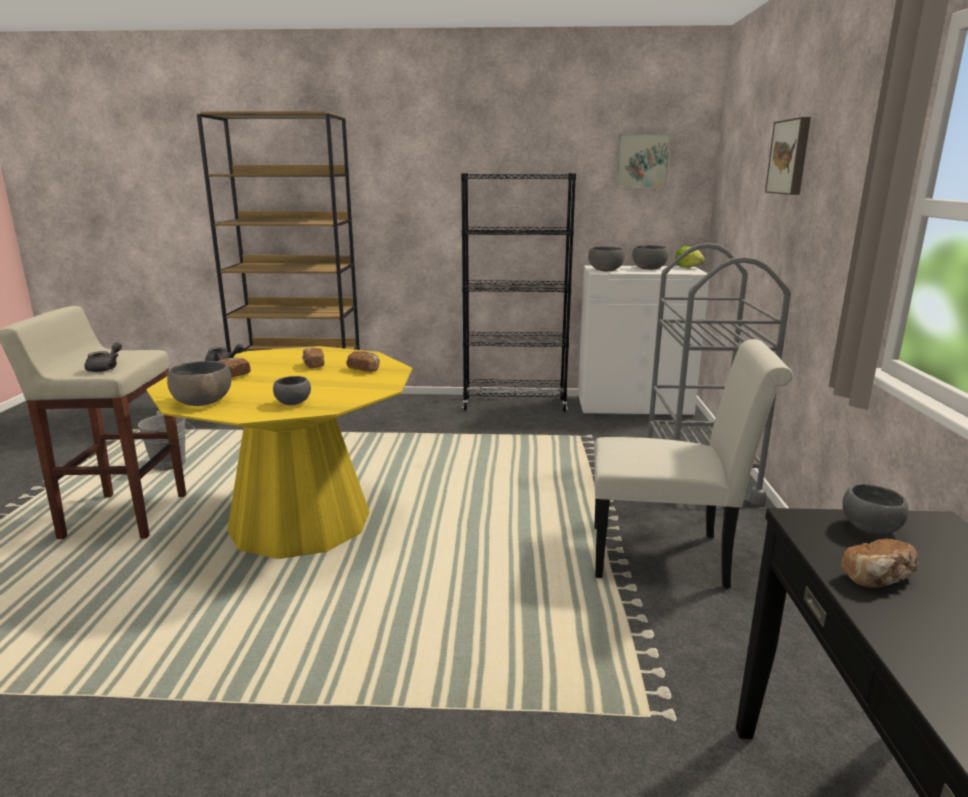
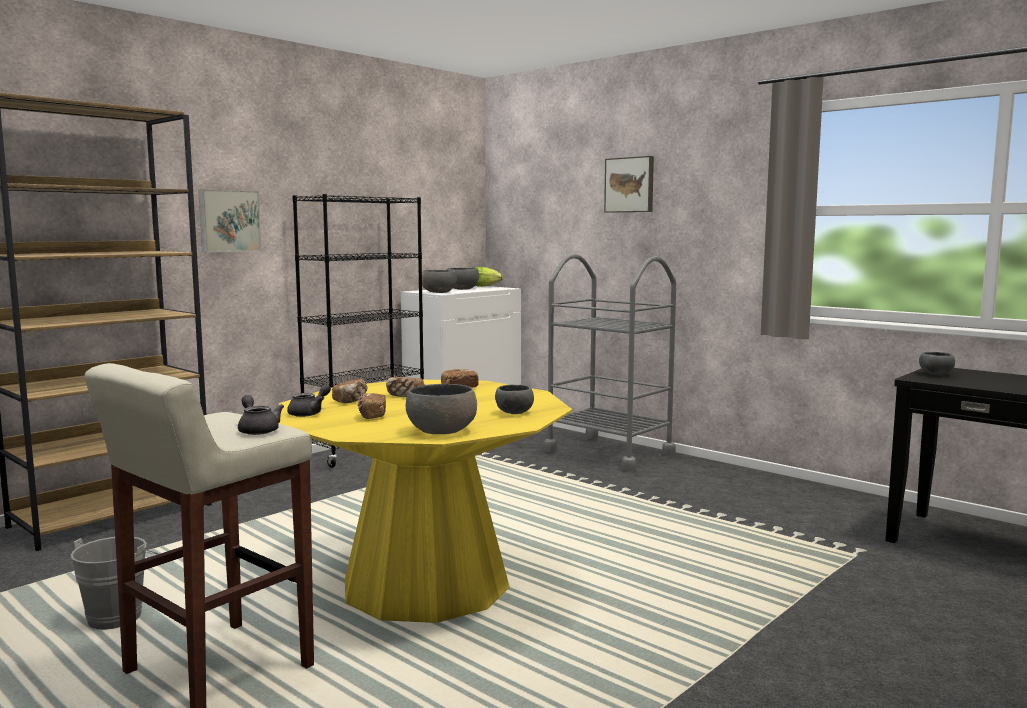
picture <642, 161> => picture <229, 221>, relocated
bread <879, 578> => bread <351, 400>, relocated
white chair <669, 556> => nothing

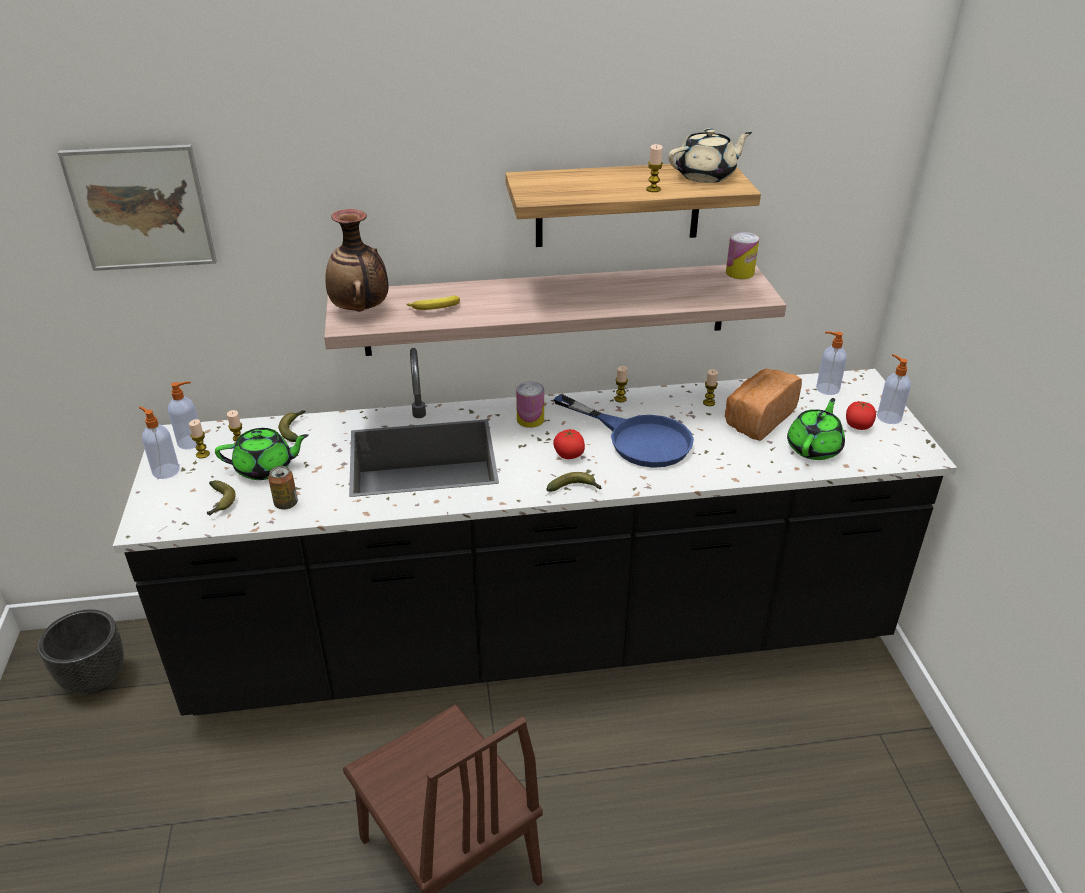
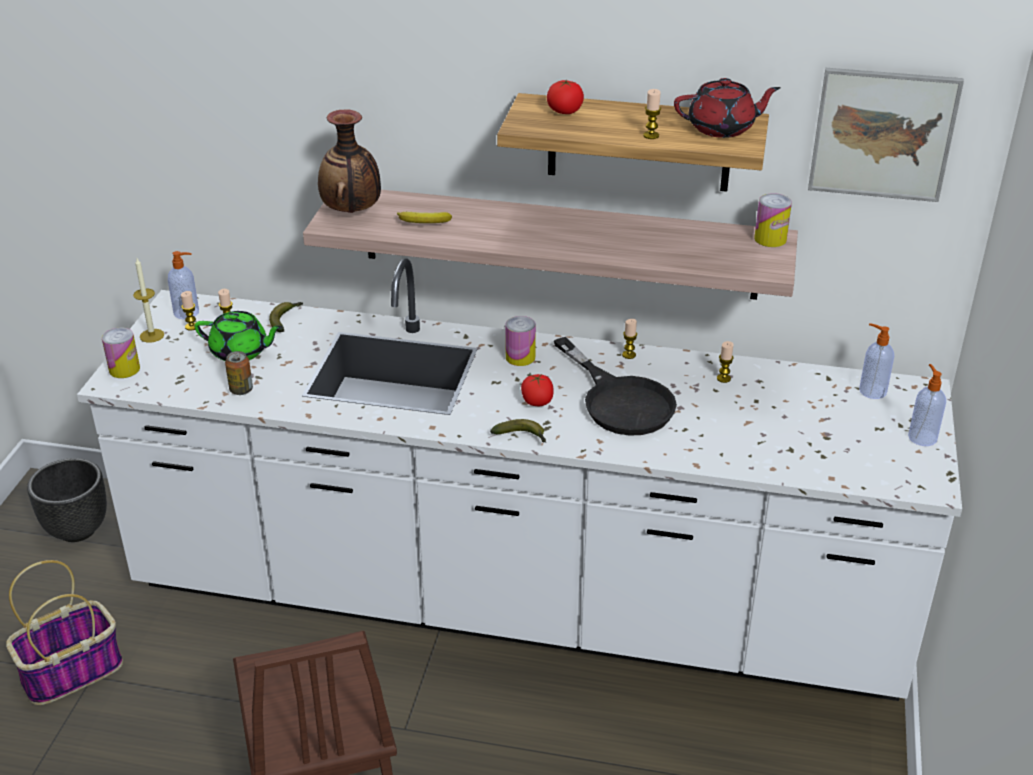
nothing => basket <73, 671>
black counter <542, 640> => white counter <516, 604>
nothing => can <124, 369>
soap dispenser <165, 471> => candle <152, 335>
tomato <858, 426> => tomato <564, 111>, relocated
blue frying pan <637, 438> => black frying pan <620, 400>
beige teapot <706, 176> => red teapot <722, 128>
picture <141, 208> => picture <883, 134>, relocated
banana <220, 503> => nothing
bread <757, 419> => nothing
green teapot <814, 448> => nothing

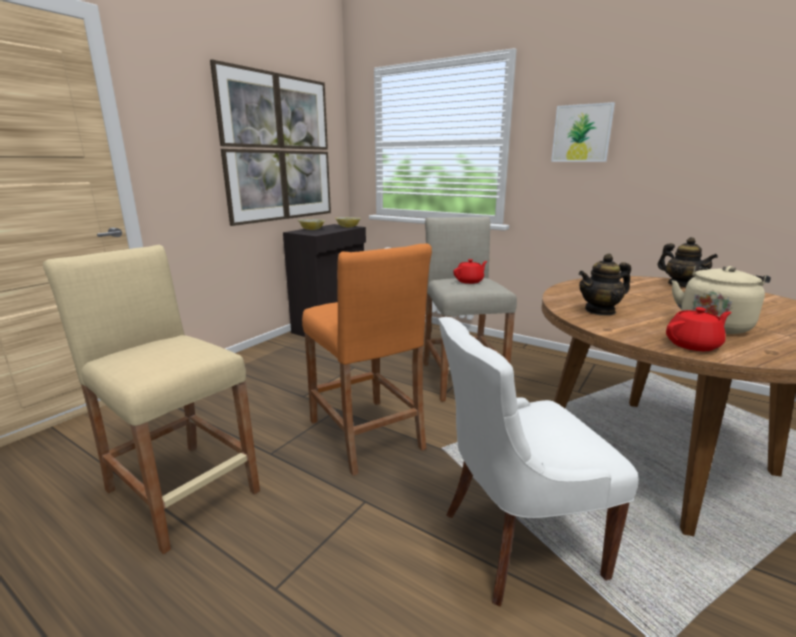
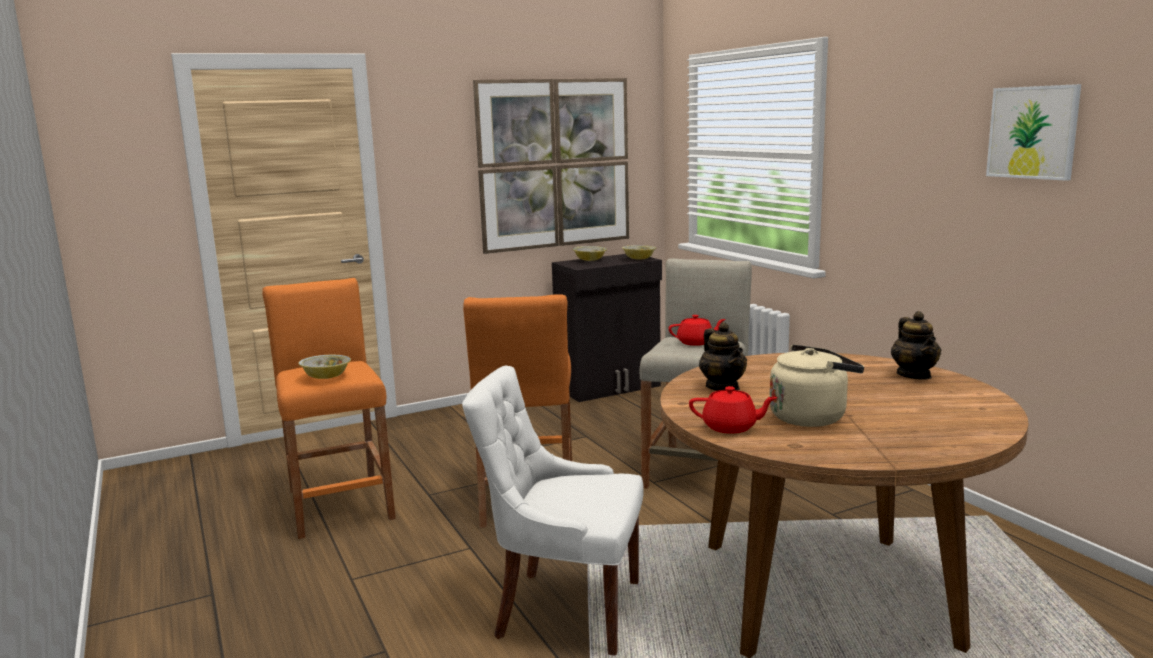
beige stool <182, 491> => orange stool <340, 504>
nothing => bowl <326, 377>
teapot <600, 311> => teapot <723, 387>, 120 degrees counterclockwise
picture <581, 133> => picture <1032, 132>, relocated

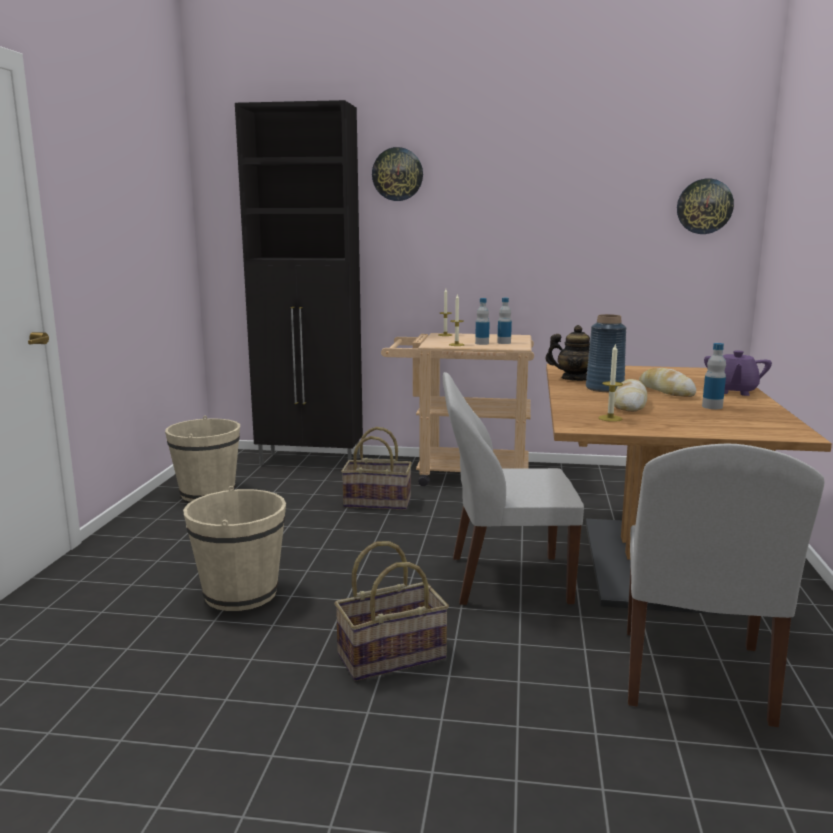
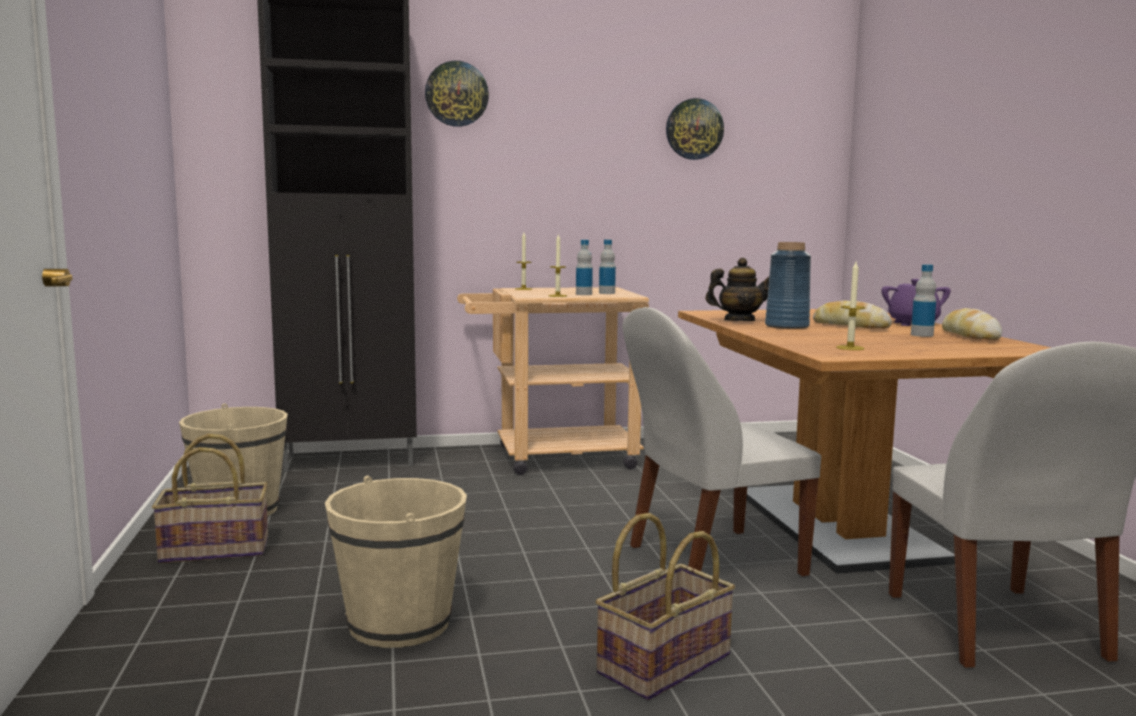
basket <378, 502> => basket <216, 549>, relocated
wall clock <704, 206> => wall clock <694, 129>, relocated
bread <630, 404> => bread <970, 336>, relocated

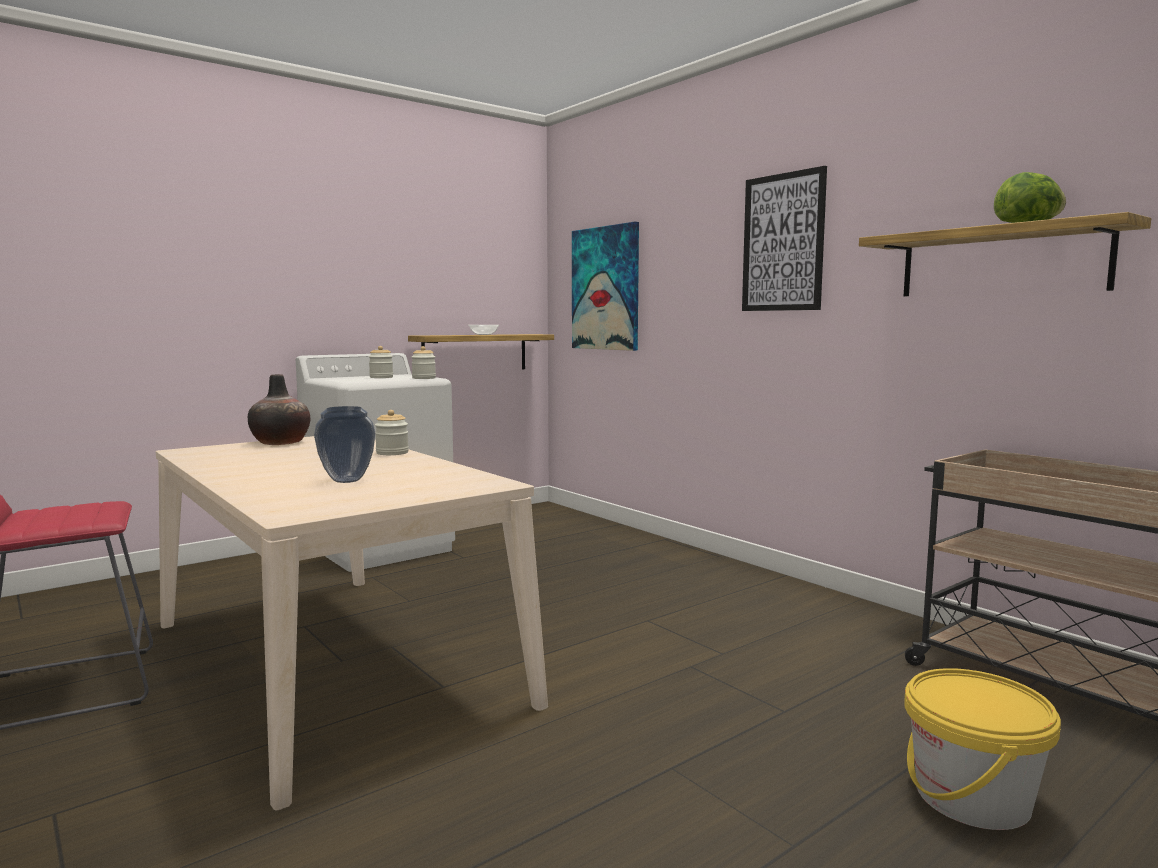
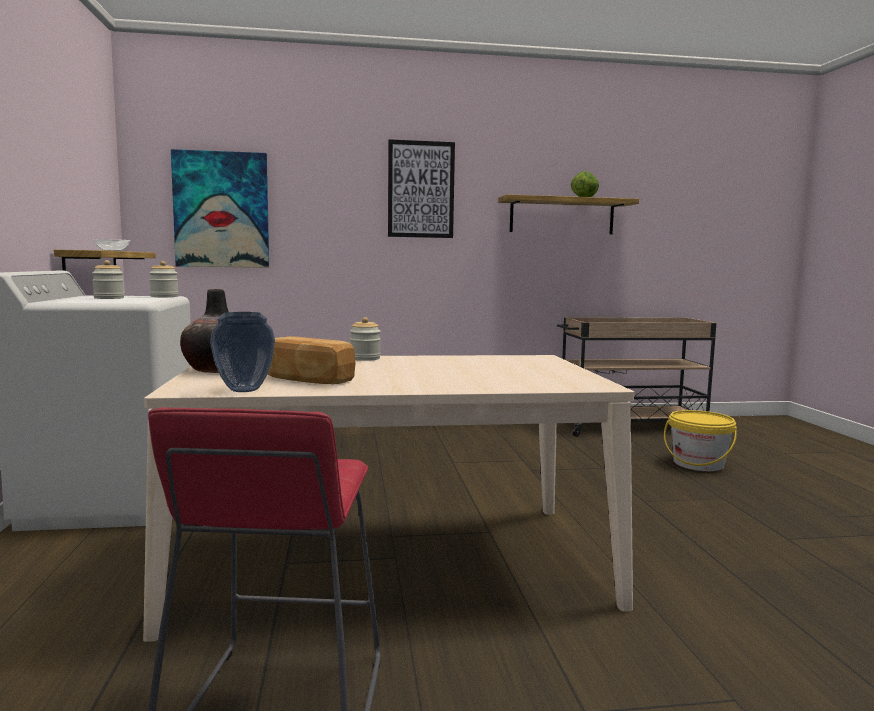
vase <346, 480> => vase <244, 390>, relocated
nothing => bread <307, 380>

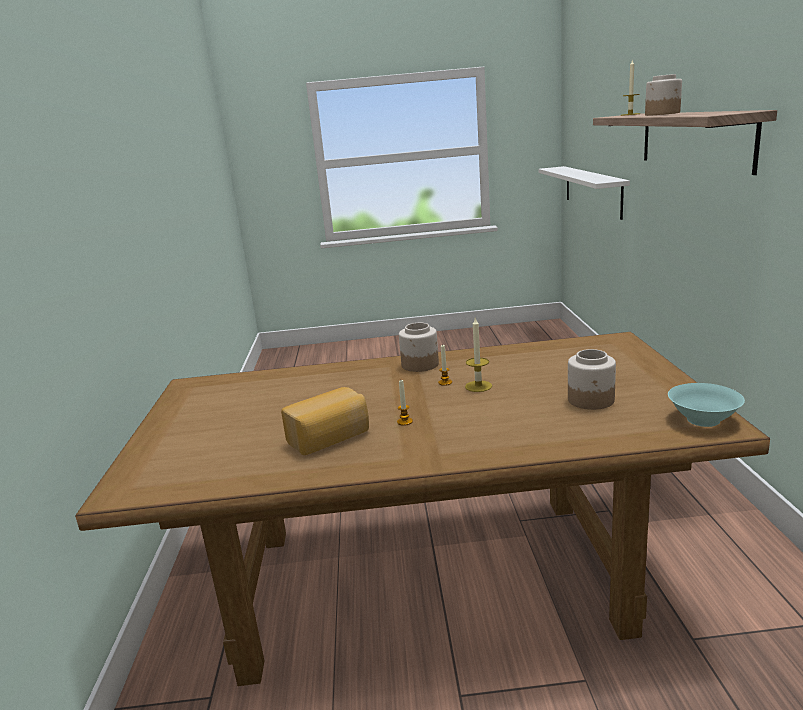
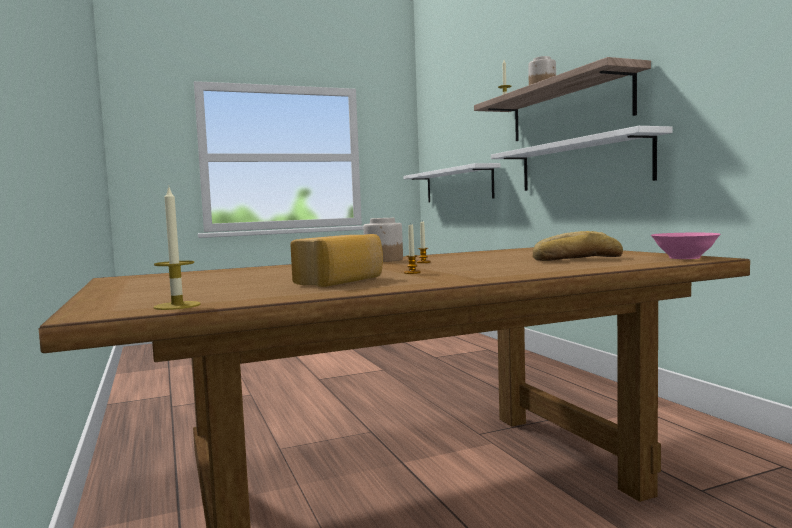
candle <478, 386> => candle <177, 306>, relocated
nothing => white shelf <581, 164>
jar <591, 400> => bread <575, 259>
turquoise bowl <702, 419> => pink bowl <683, 258>

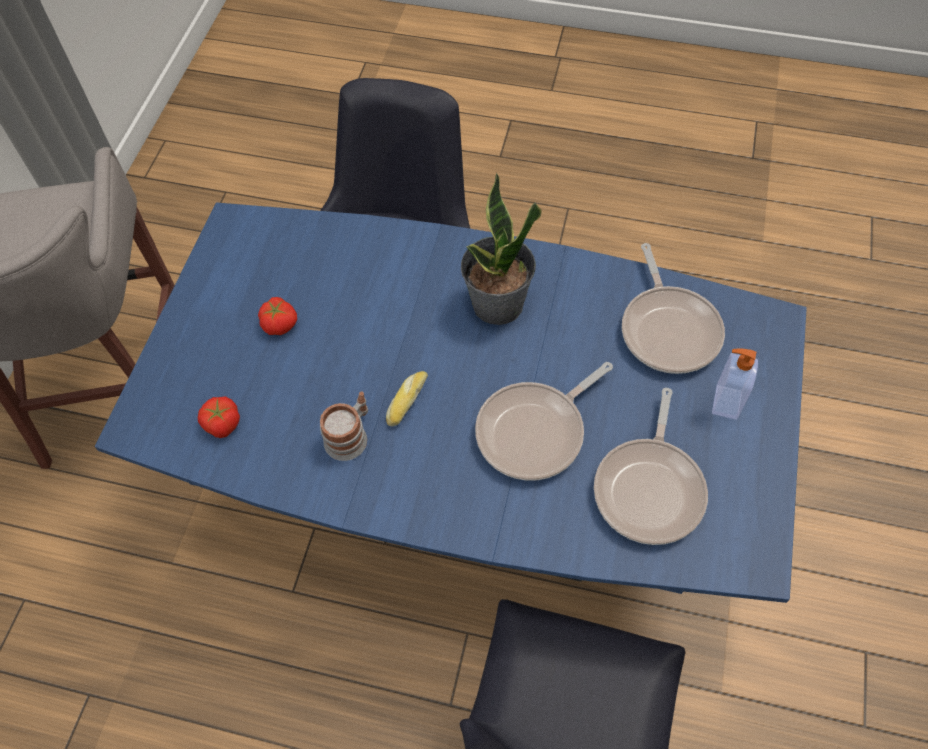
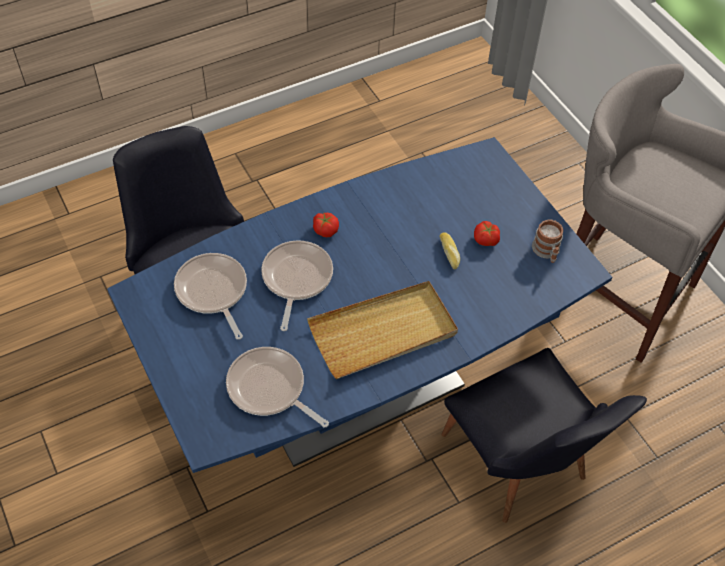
potted plant <497, 304> => beige tray <383, 332>
tomato <222, 423> => tomato <325, 230>, relocated
bread <406, 400> => bread <450, 253>, relocated
mug <350, 435> => mug <547, 252>, relocated
soap dispenser <725, 402> => nothing

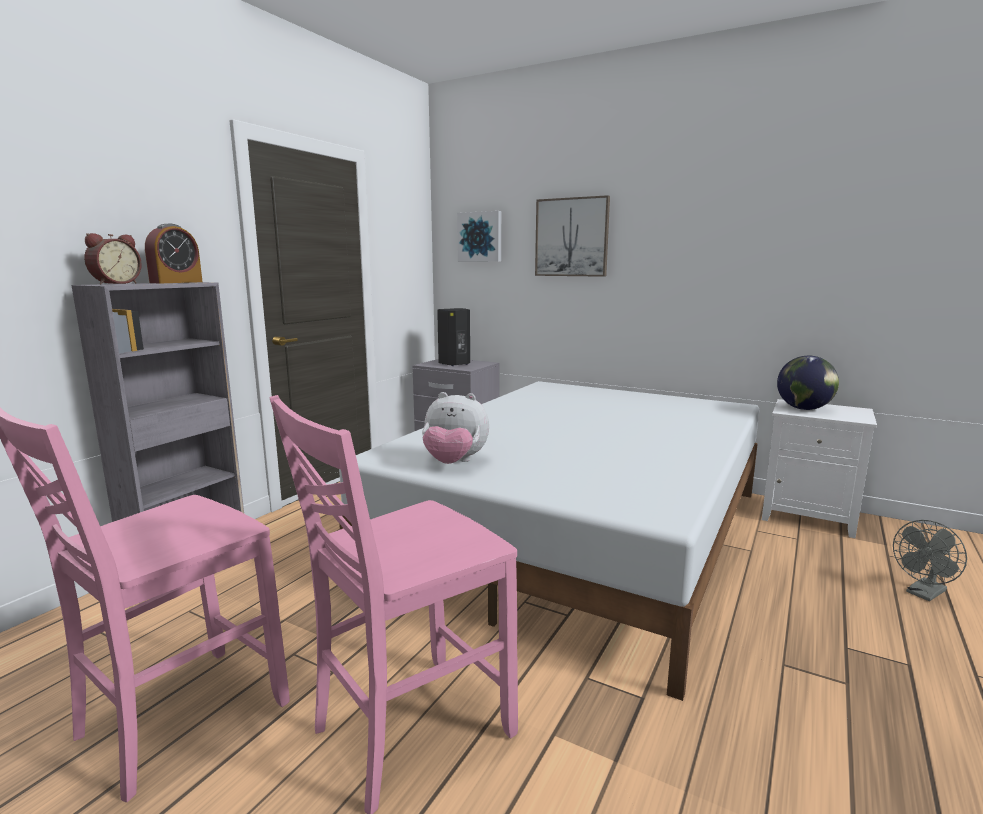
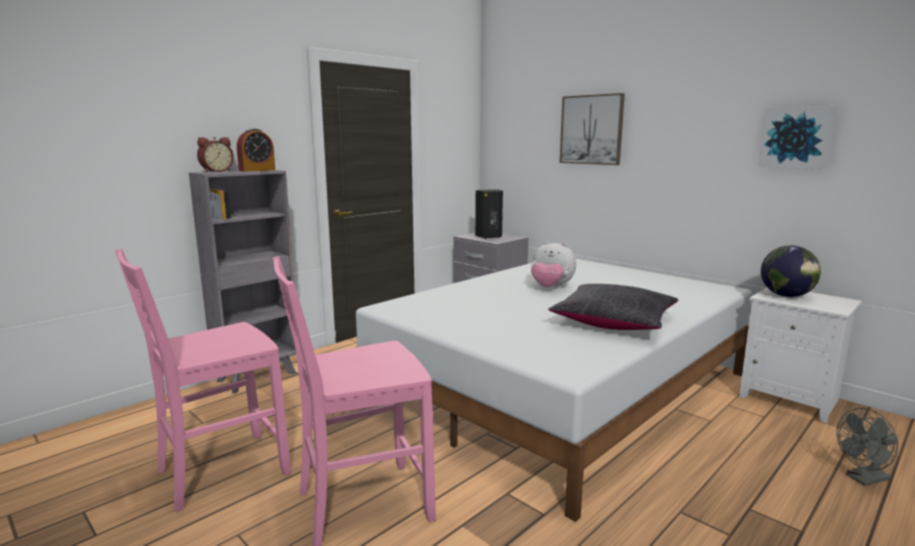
plush toy <454, 463> => plush toy <551, 288>, relocated
nothing => black pillow <613, 322>
picture <480, 237> => picture <796, 137>, relocated

